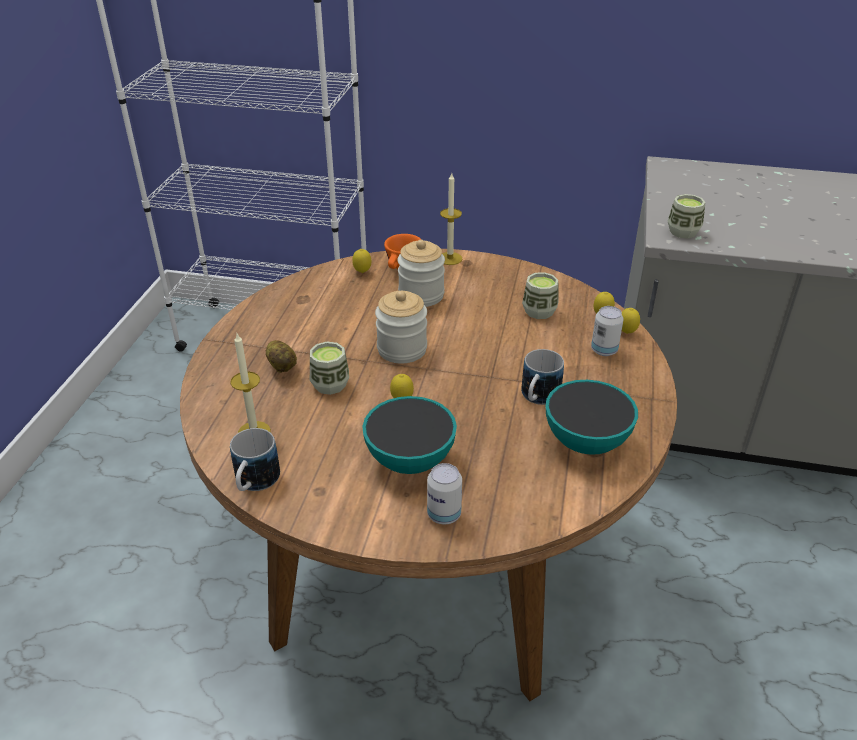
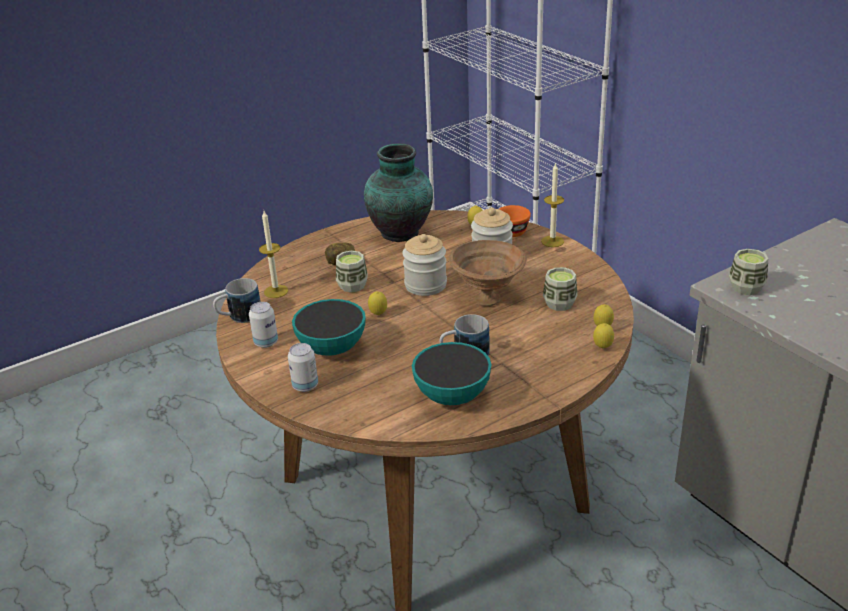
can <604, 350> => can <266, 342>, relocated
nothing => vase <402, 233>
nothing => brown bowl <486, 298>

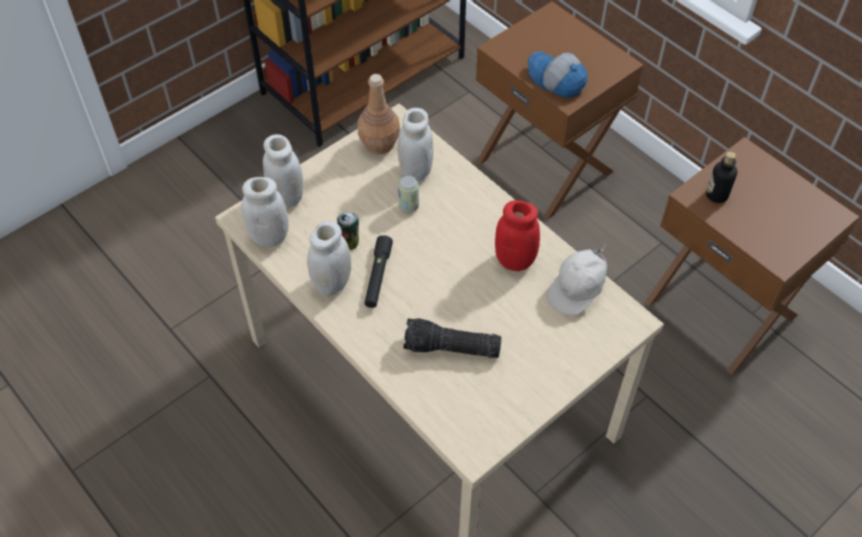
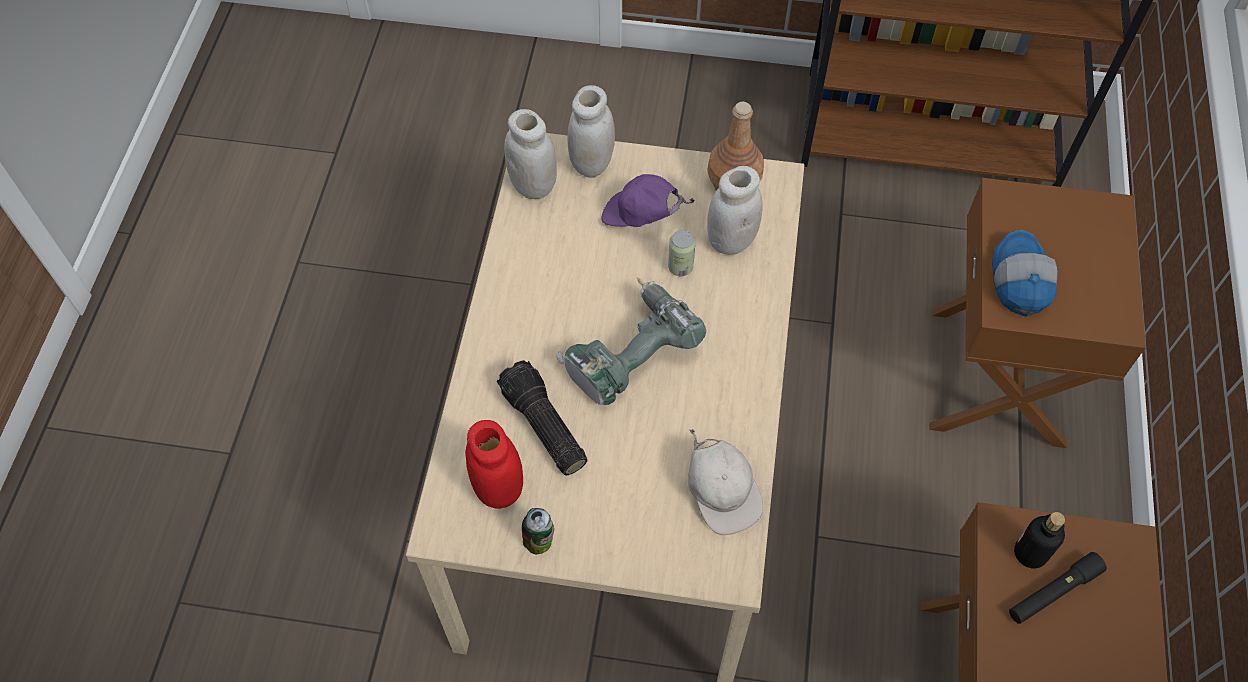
red jar <515, 260> => red jar <498, 488>, relocated
can <349, 242> => can <540, 541>, relocated
nothing => power drill <627, 352>
nothing => purple cap <641, 218>
white cap <578, 291> => white cap <722, 493>, 120 degrees counterclockwise
black flashlight <378, 276> => black flashlight <1053, 592>, relocated
white jar <332, 283> => nothing

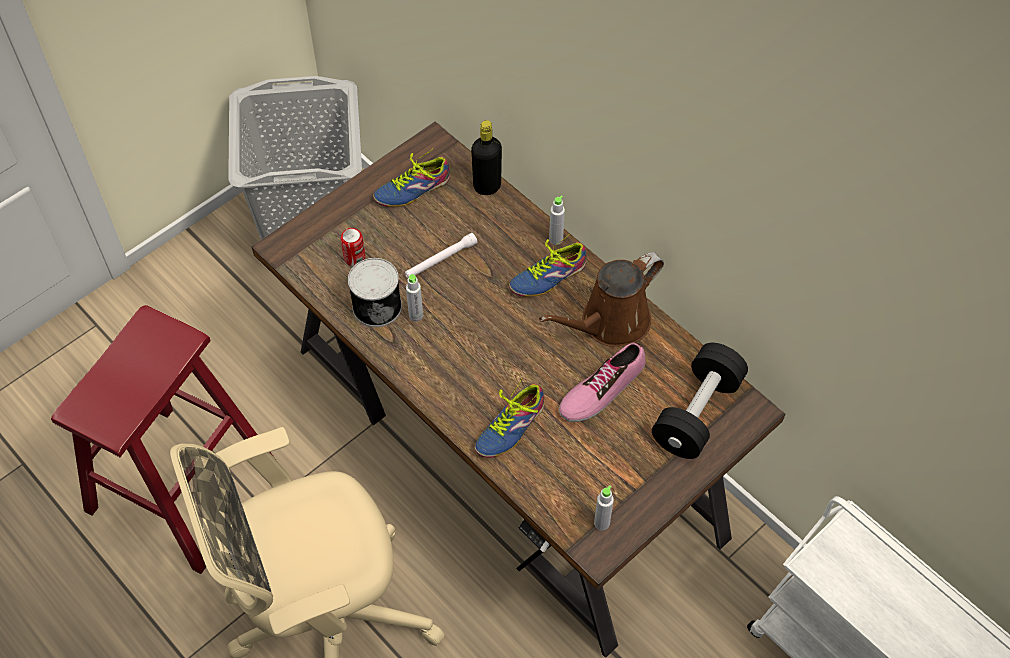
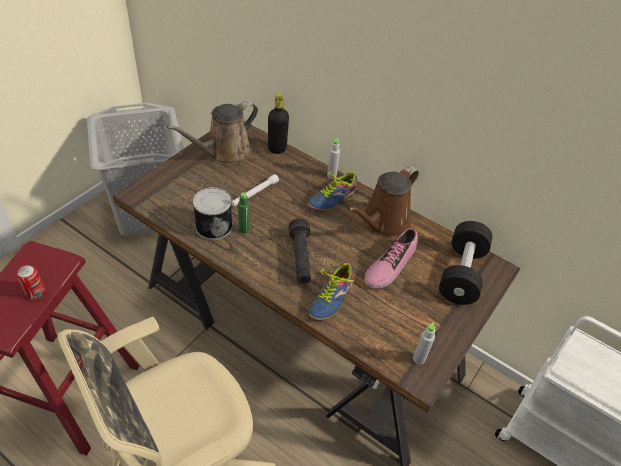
can <354, 258> => can <35, 292>, relocated
shoe <411, 188> => brown watering can <225, 153>
grey bottle <416, 315> => green bottle <244, 229>
nothing => black flashlight <300, 258>

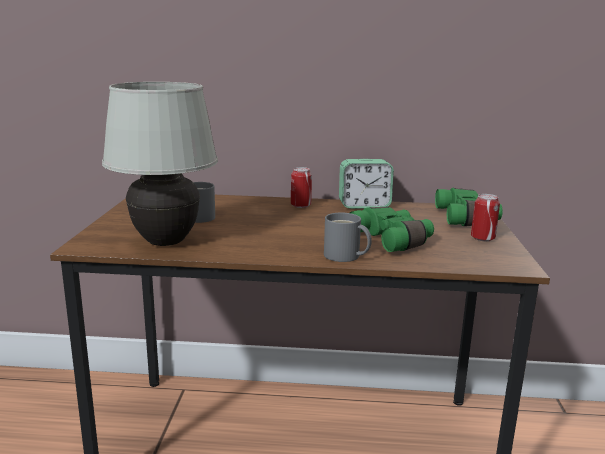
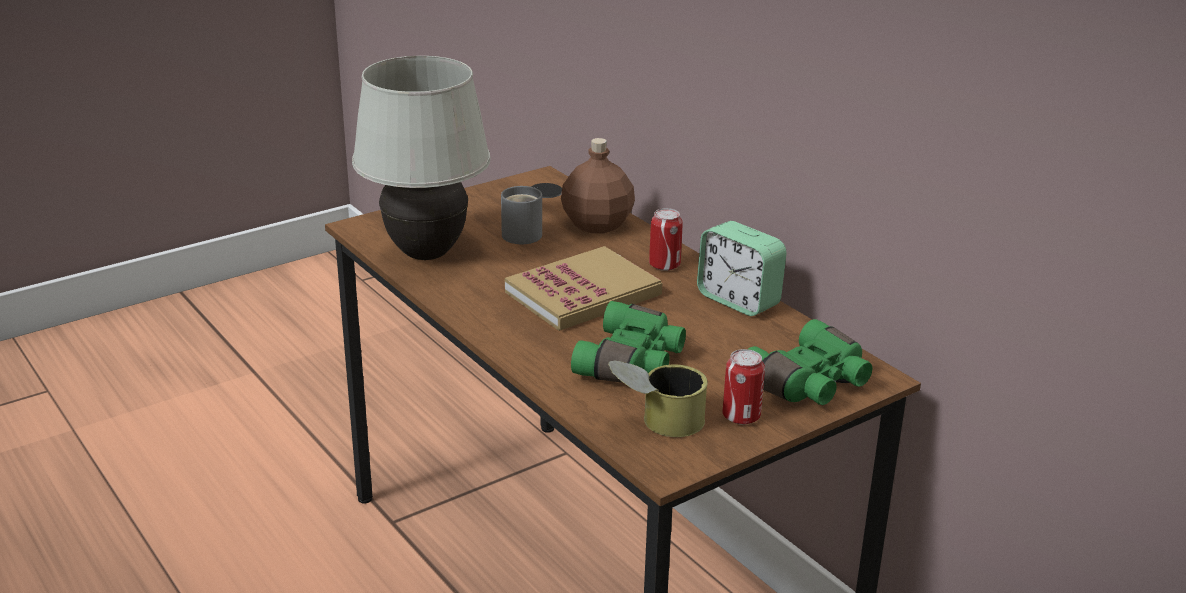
nothing => book <583, 294>
nothing => brown bottle <597, 224>
nothing => can <655, 423>
grey mug <344, 256> => nothing

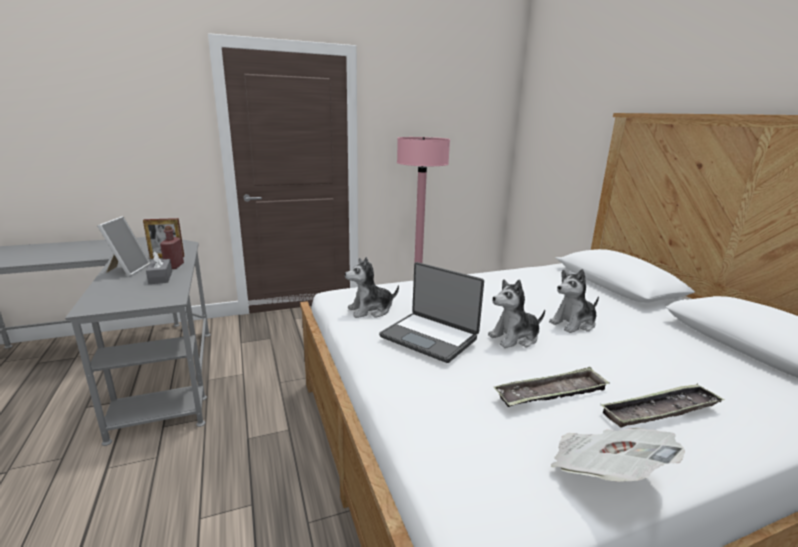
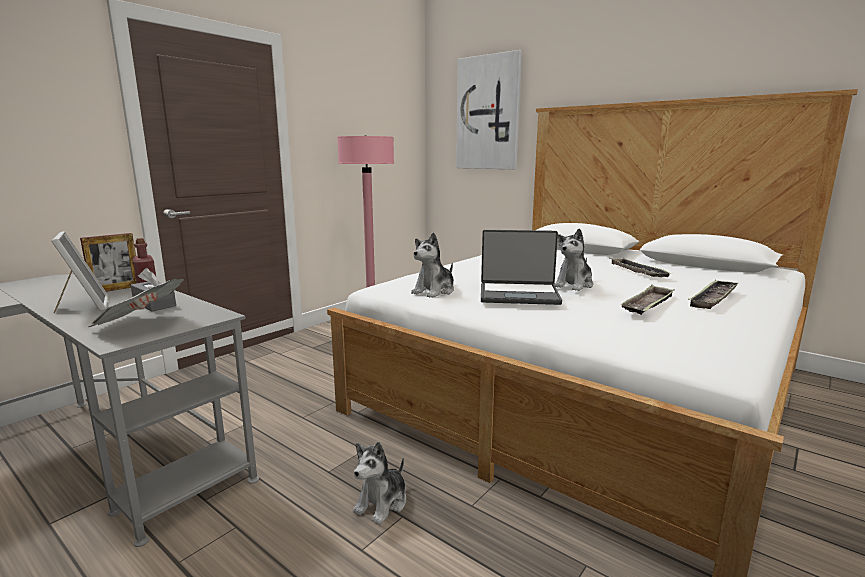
newspaper <604, 473> => newspaper <141, 325>, relocated
plush toy <573, 323> => plush toy <382, 503>, relocated
nothing => picture <488, 113>
nothing => tray <637, 271>

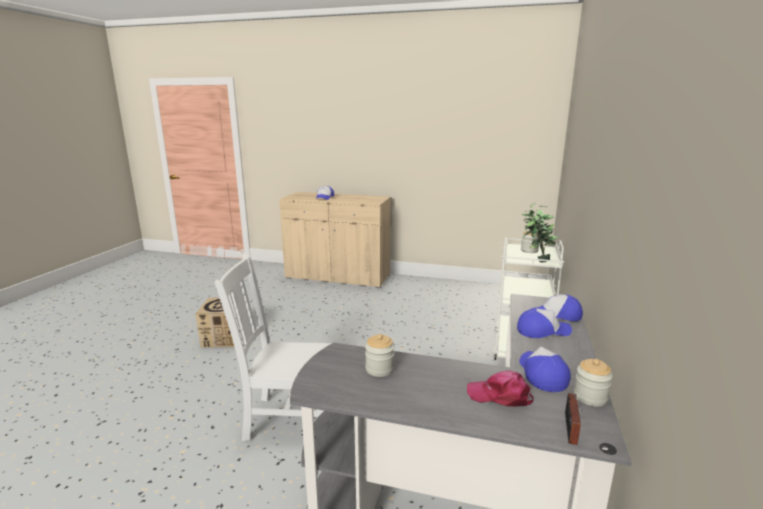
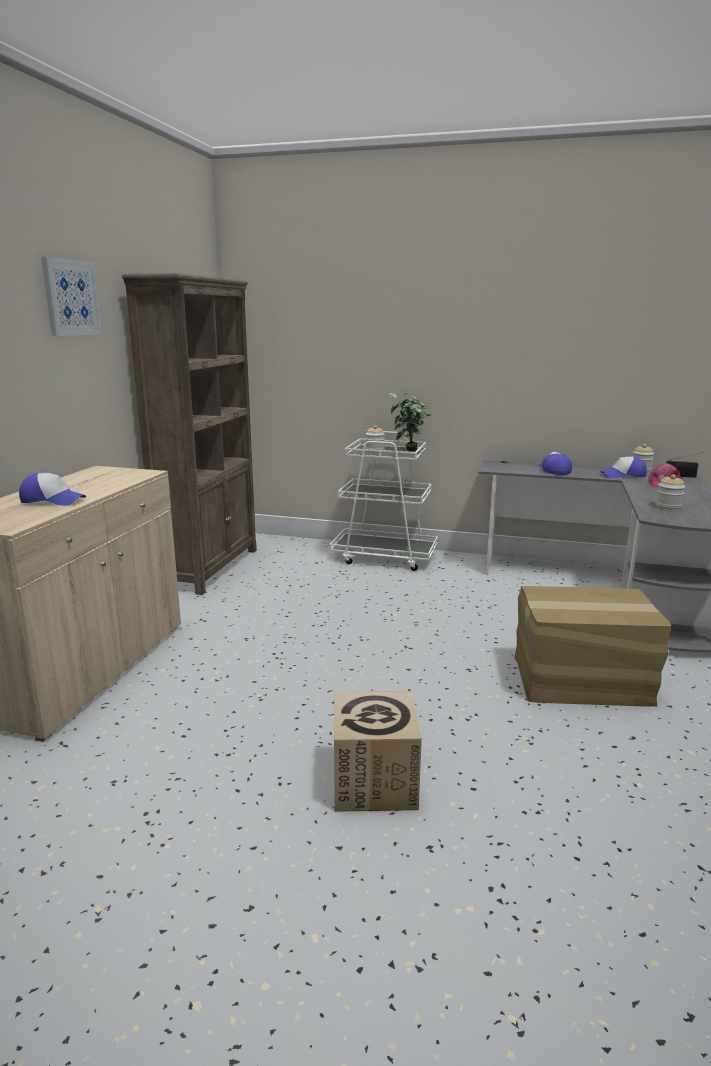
nothing => picture <71, 297>
nothing => brown bookcase <210, 568>
white chair <288, 419> => cardboard box <581, 681>
cap <556, 315> => nothing

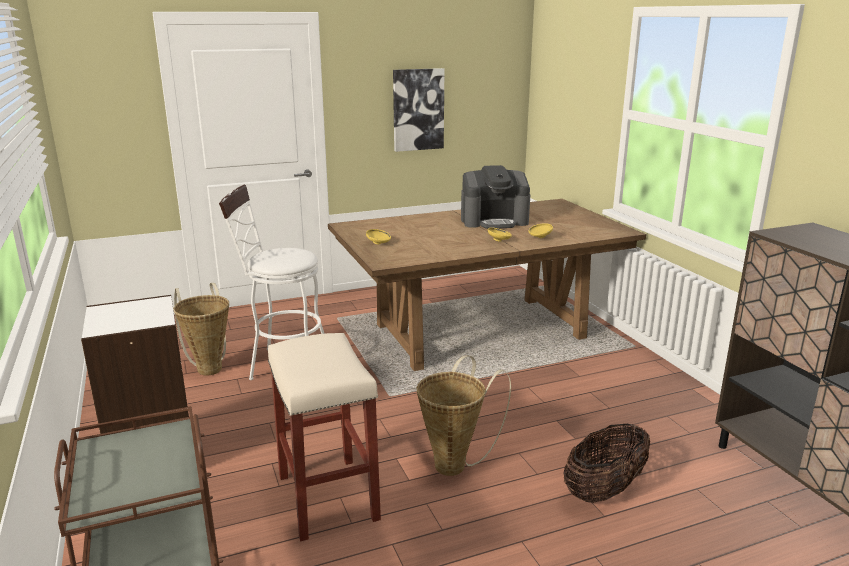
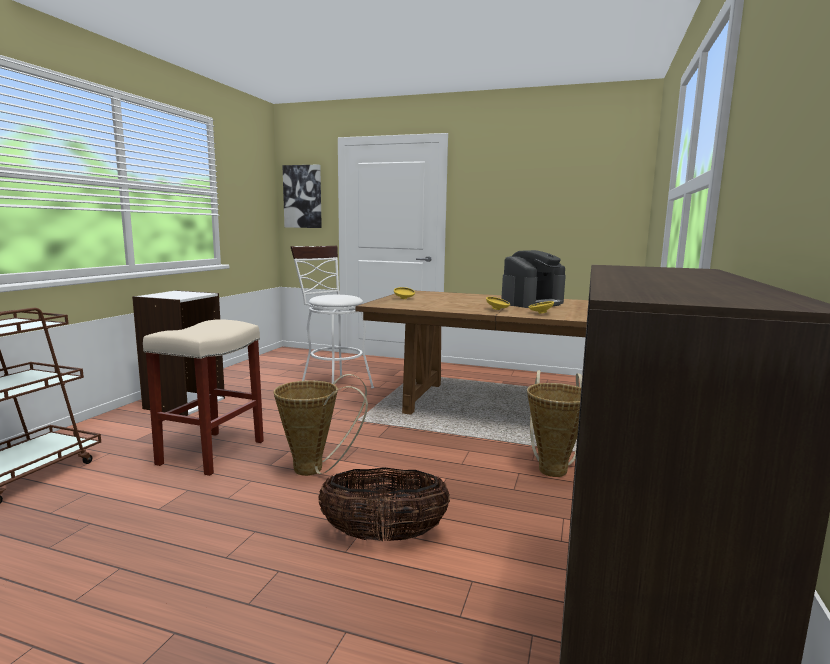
picture <418, 109> => picture <303, 196>, relocated
coffee machine <494, 221> => coffee machine <532, 303>, 75 degrees counterclockwise
basket <209, 367> => basket <553, 468>, relocated

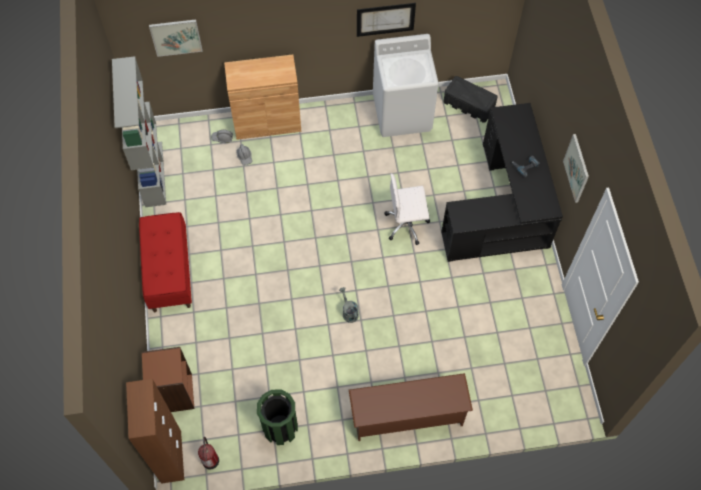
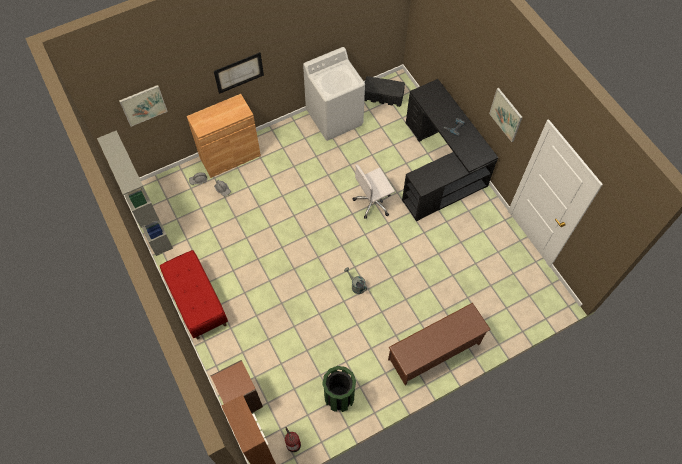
picture <385, 19> => picture <239, 73>, relocated

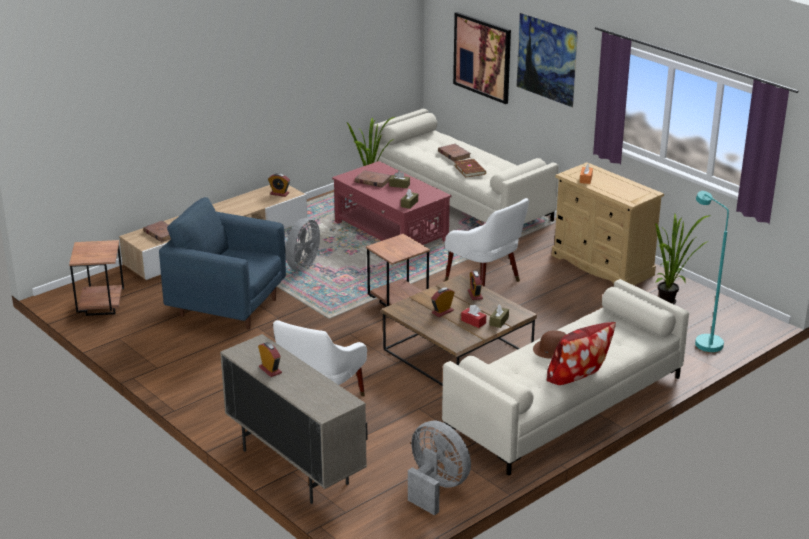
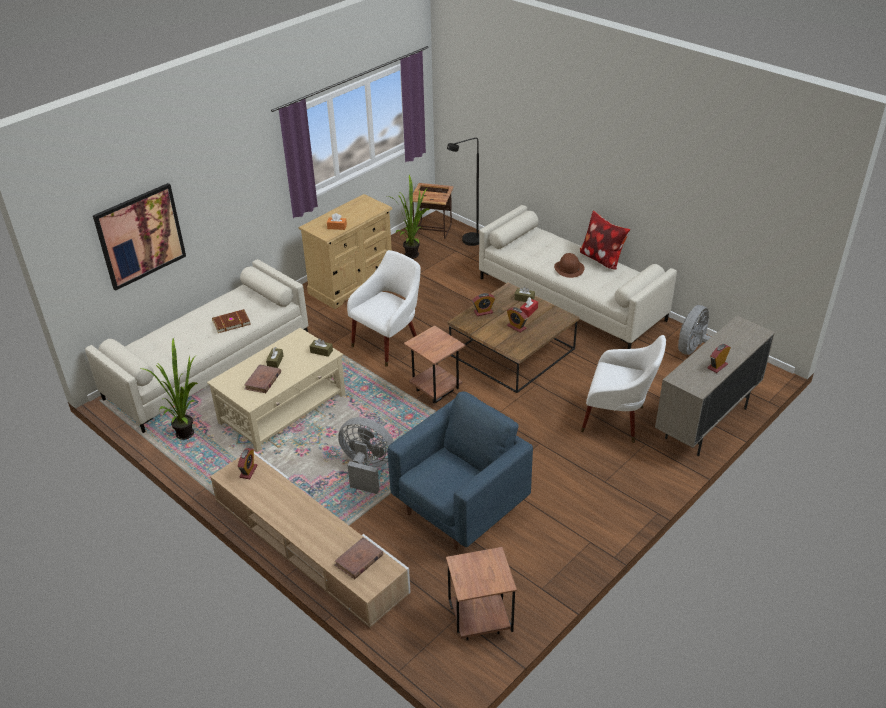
red coffee table <391, 232> => beige coffee table <283, 408>
blue armchair <228, 307> => blue armchair <460, 508>, 150 degrees counterclockwise
nothing => side table <433, 230>
turquoise floor lamp <703, 341> => black floor lamp <467, 242>
brown book <454, 154> => nothing
picture <545, 78> => nothing

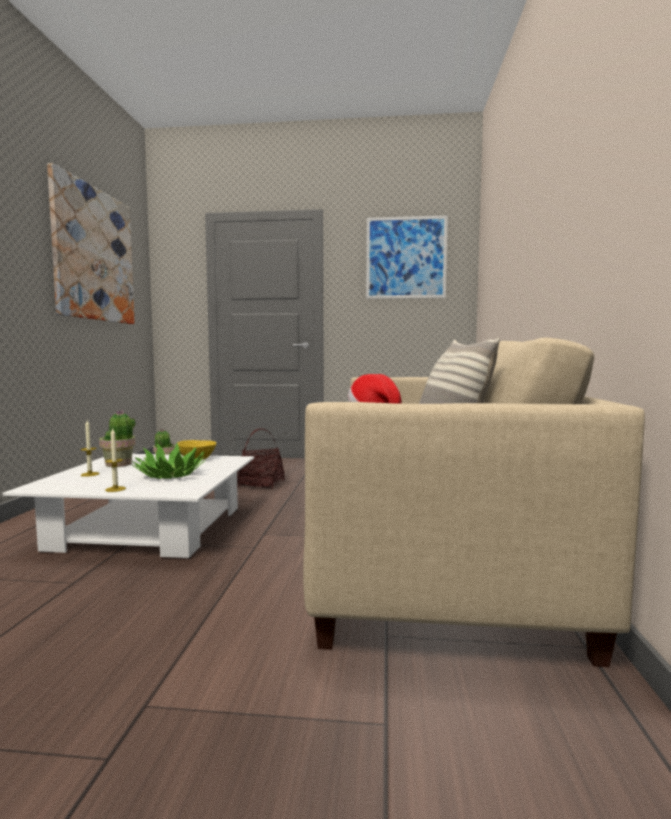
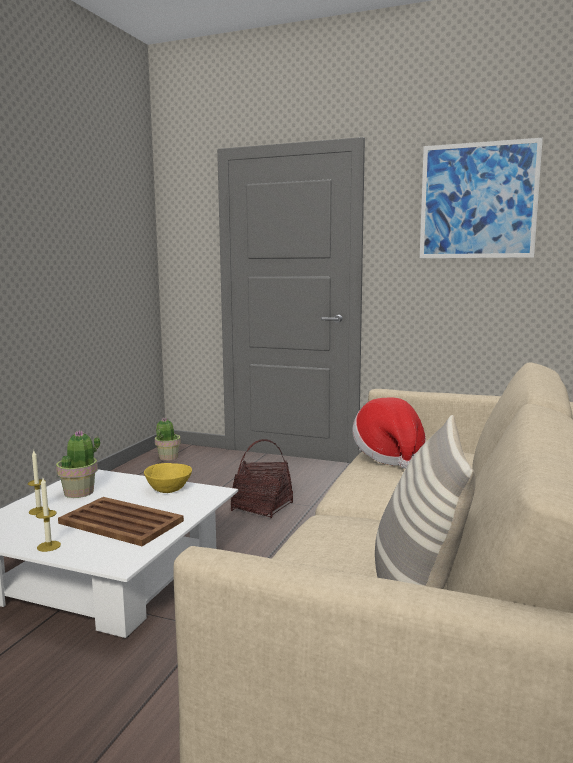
potted plant <170, 475> => brown tray <121, 522>
picture <94, 255> => nothing

